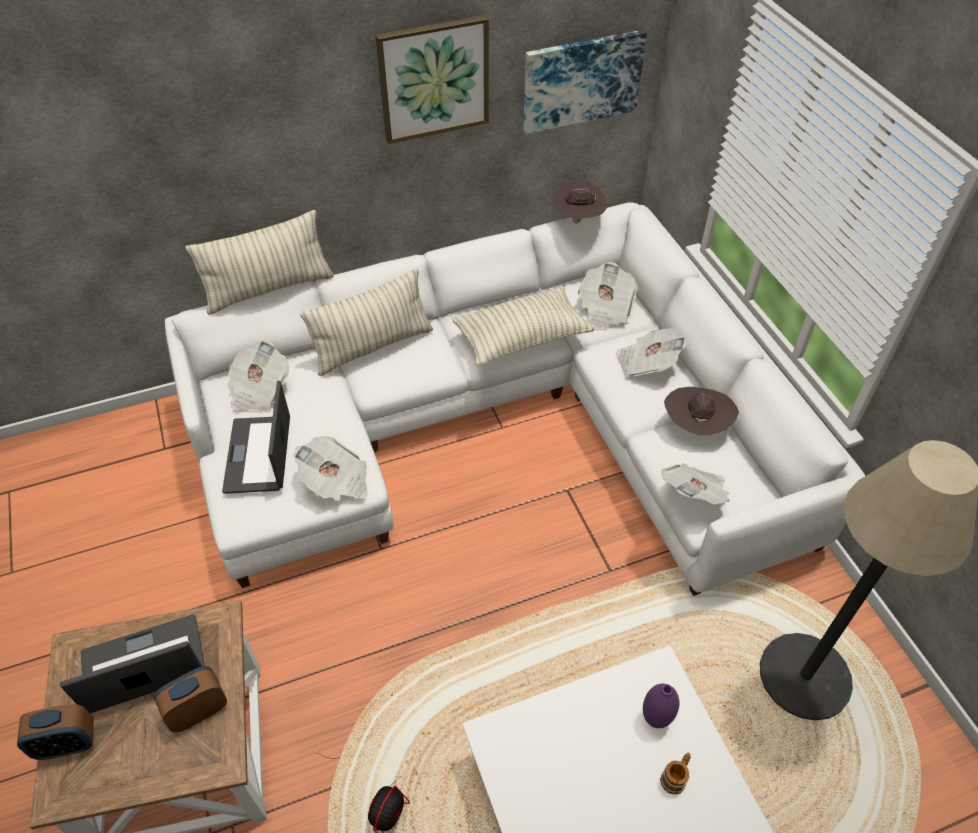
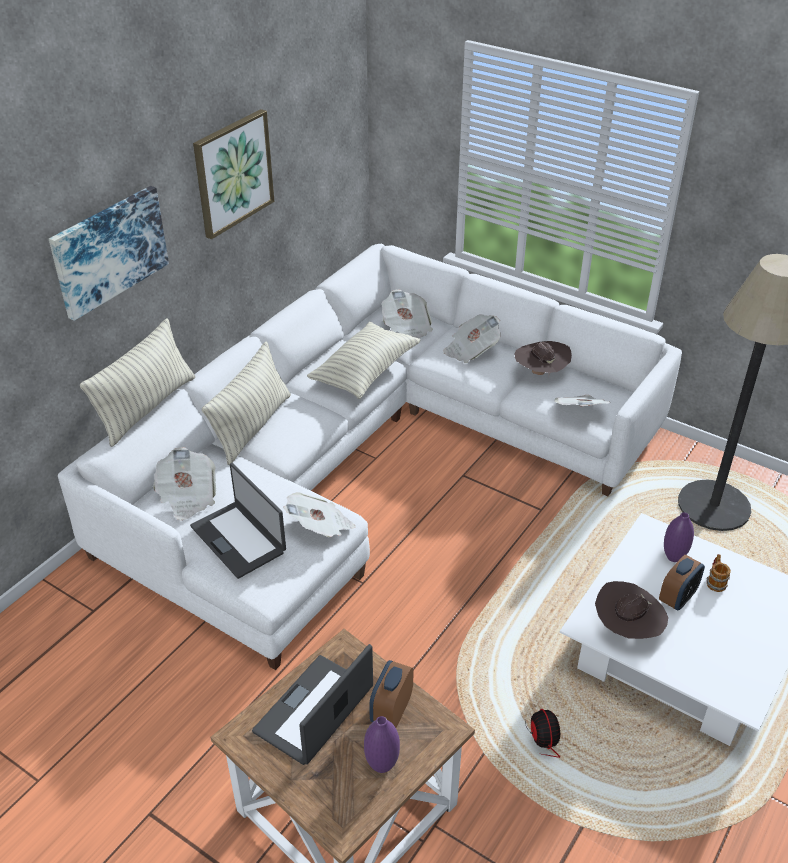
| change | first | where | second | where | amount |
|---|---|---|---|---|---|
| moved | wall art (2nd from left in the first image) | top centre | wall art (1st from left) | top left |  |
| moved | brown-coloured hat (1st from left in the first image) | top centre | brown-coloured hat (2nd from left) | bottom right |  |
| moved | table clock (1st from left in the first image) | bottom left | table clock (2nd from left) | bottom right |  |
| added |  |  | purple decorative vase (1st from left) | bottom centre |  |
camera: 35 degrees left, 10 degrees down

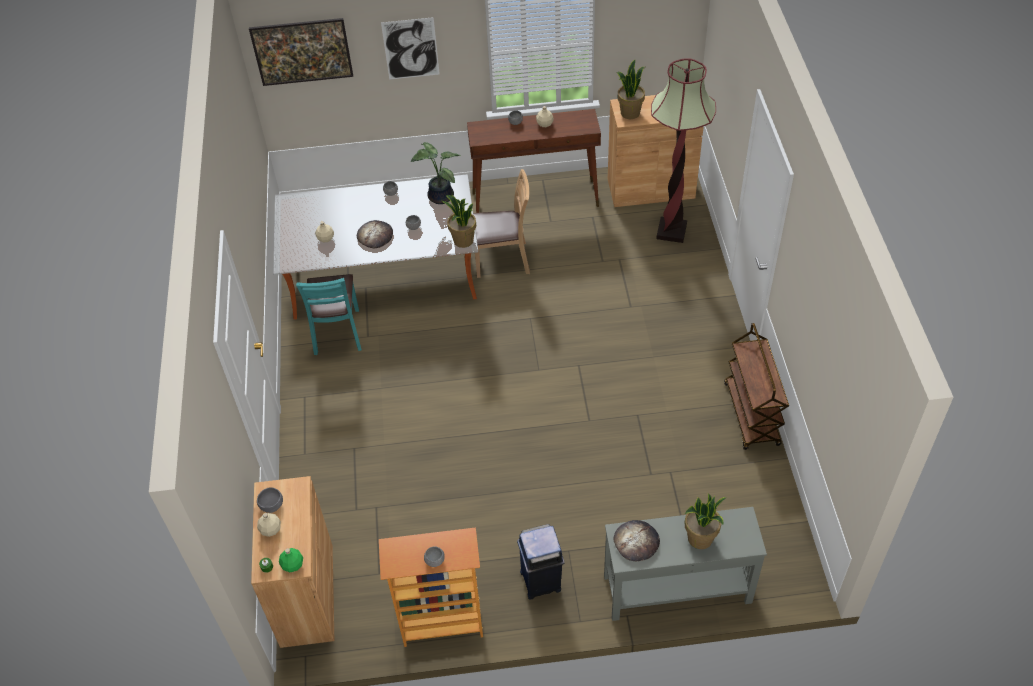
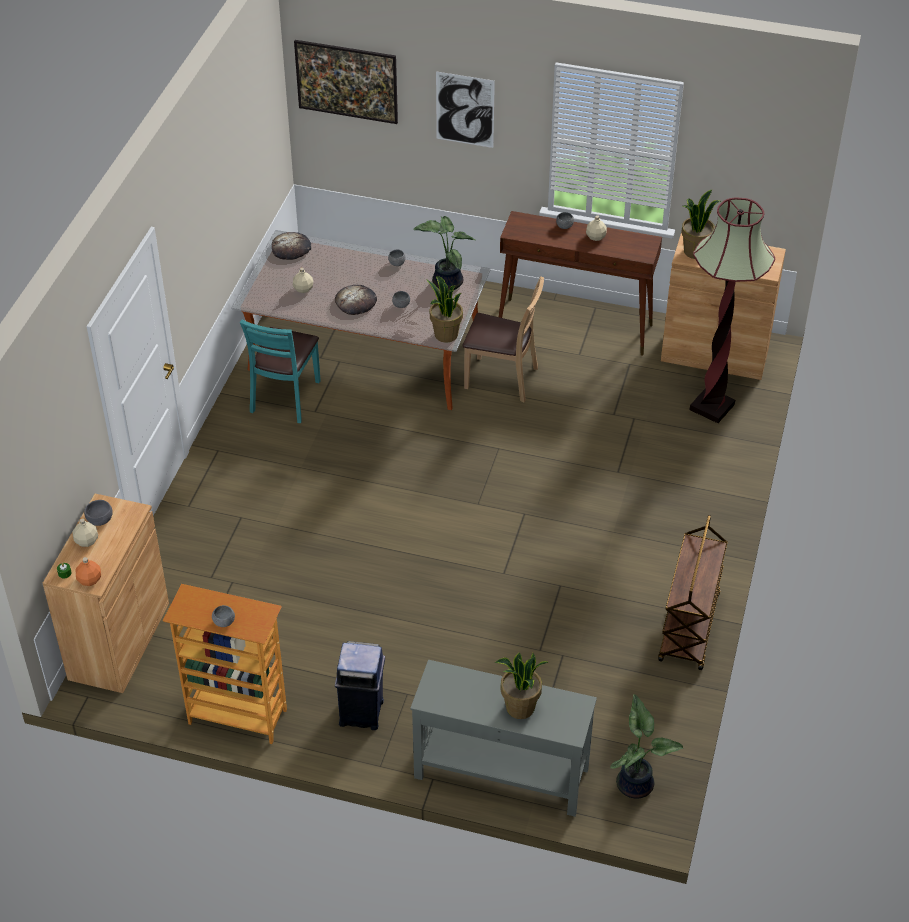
| change | first | where | second | where | amount |
|---|---|---|---|---|---|
| moved | bread (2nd from left in the first image) | bottom centre | bread (1st from left) | top left |  |
| recoloured | green bottle | bottom left | orange-coloured bottle | middle left |  |
| added |  |  | plant in a pot (4th from left) | bottom right |  |
camera: 20 degrees right, 5 degrees down

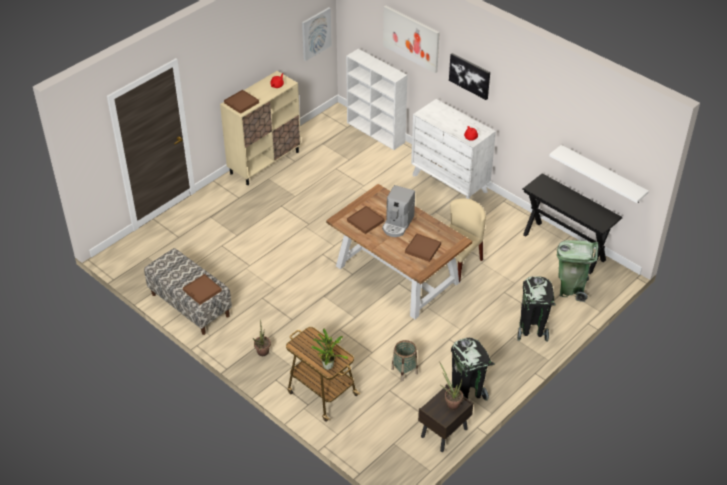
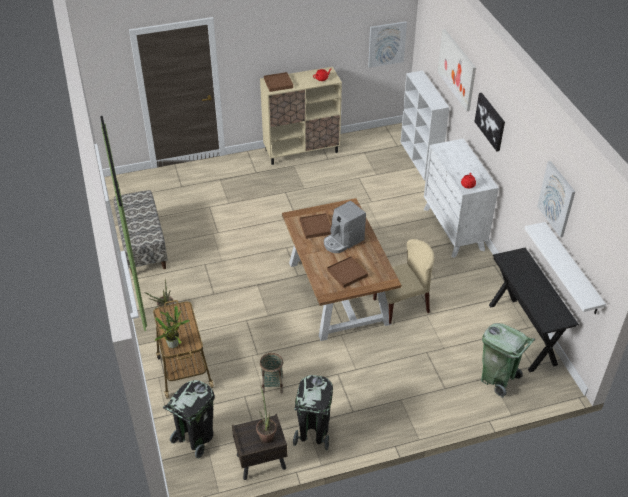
| change | first | where | second | where | amount |
|---|---|---|---|---|---|
| removed | brown-coloured serving tray (1st from left) | middle left |  |  |  |
| moved | blackish trash can (2nd from left in the first image) | middle right | blackish trash can (1st from left) | bottom left |  |
| added |  |  | wall art (4th from left) | middle right |  |
camera: 30 degrees right, 0 degrees up

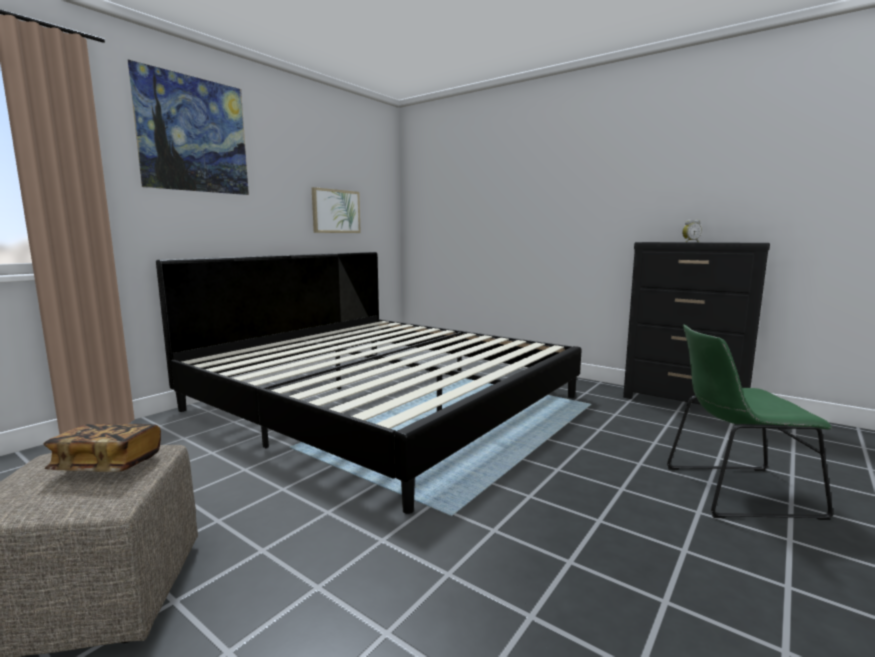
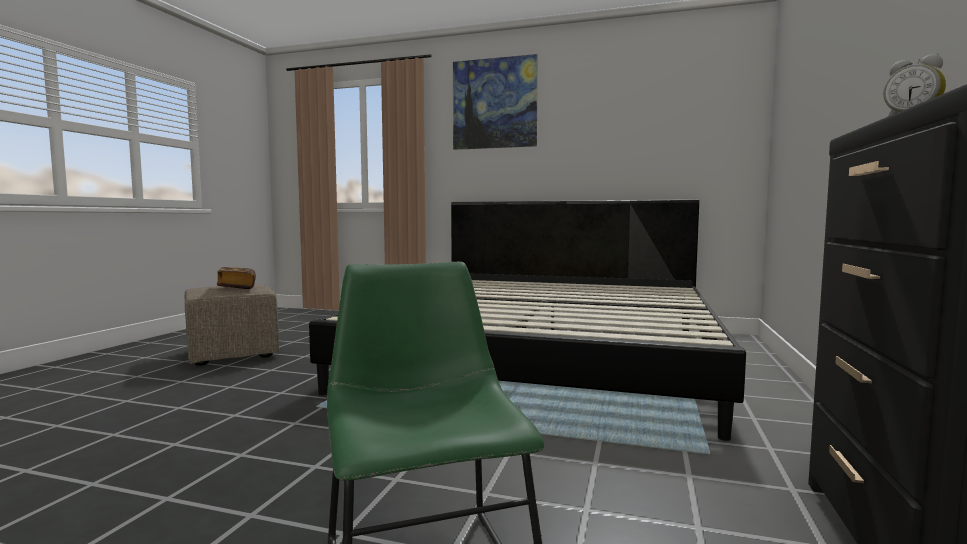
| change | first | where | second | where | amount |
|---|---|---|---|---|---|
| removed | wall art (2nd from left) | top centre |  |  |  |
camera: 70 degrees right, 5 degrees down

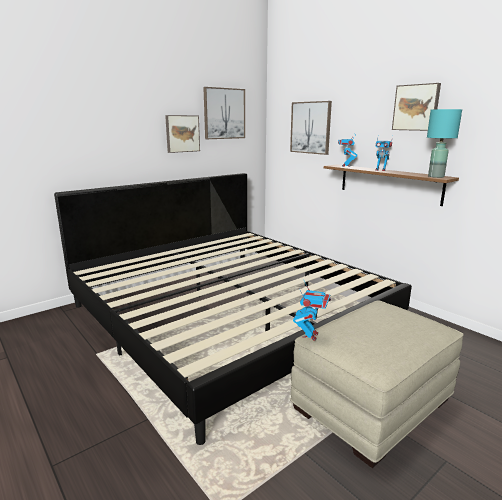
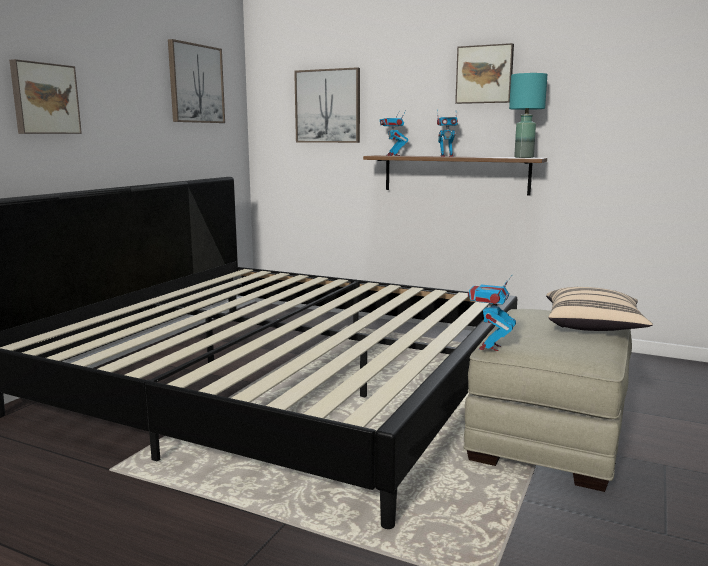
| change | first | where | second | where | amount |
|---|---|---|---|---|---|
| moved | wall art (1st from left) | top centre |  | top left |  |
| turned | toy robot (1st from left in the first image) | centre | toy robot (3rd from left) | middle right | 150 degrees counterclockwise |
| added |  |  | beige-coloured pillow | middle right |  |
camera: 25 degrees left, 5 degrees down

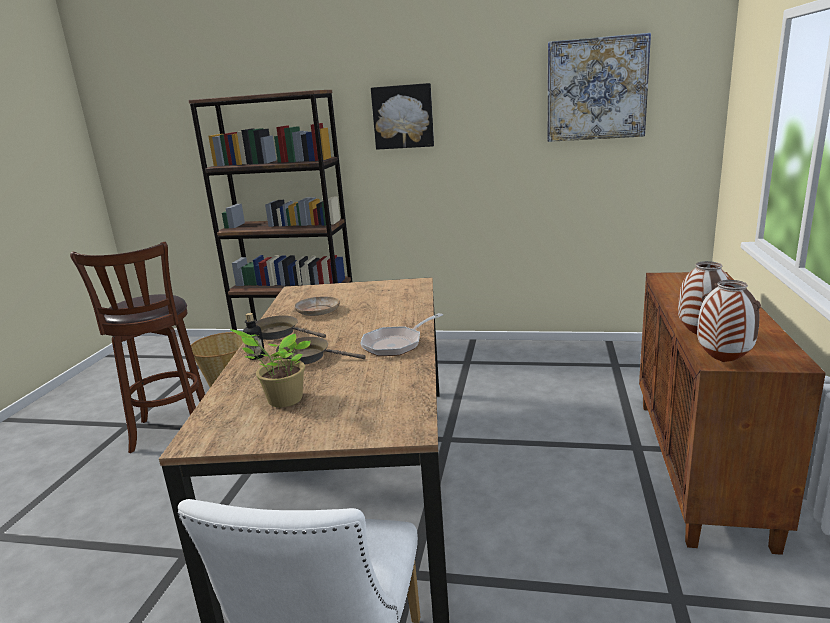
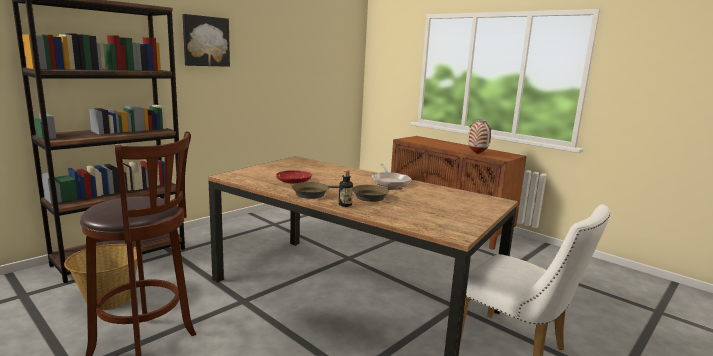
| change | first | where | second | where | amount |
|---|---|---|---|---|---|
| removed | wall art (2nd from left) | top right |  |  |  |
| removed | decorative vase (2nd from left) | middle right |  |  |  |
| recoloured | beige-coloured flat dish | centre | red-coloured flat dish | centre |  |
| removed | plant in a pot | middle left |  |  |  |
camera: 60 degrees left, 5 degrees down

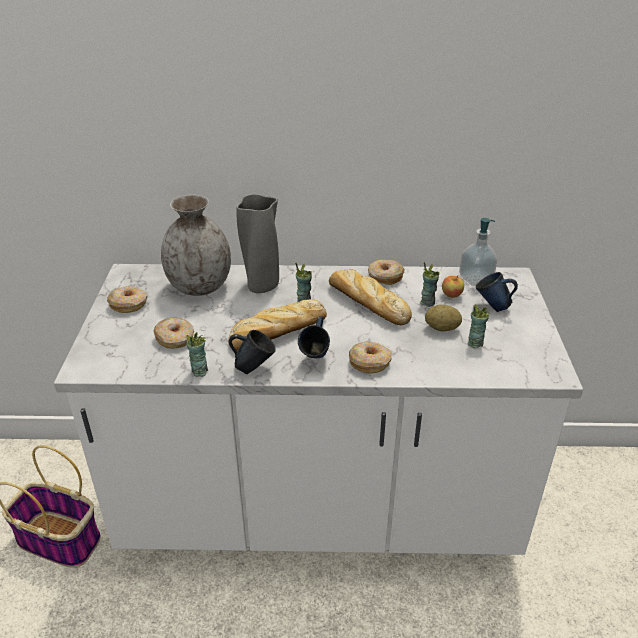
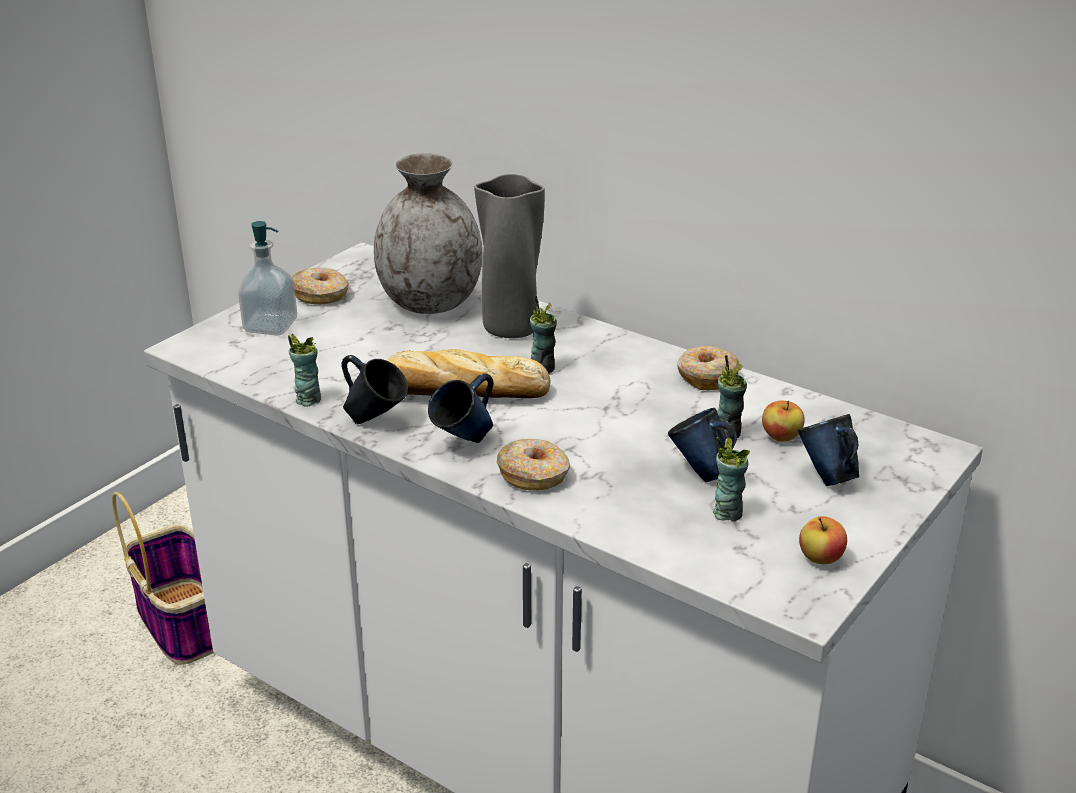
| change | first | where | second | where | amount |
|---|---|---|---|---|---|
| moved | soap dispenser | middle right |  | middle left |  |
| removed | bread (2nd from left) | centre |  |  |  |
| replaced | whole potato | middle right | blue-coloured mug (3rd from left) | centre |  |
| removed | doughnut (2nd from left) | middle left |  |  |  |
| added |  |  | apple fruit (2nd from left) | bottom right |  |
camera: 35 degrees right, 5 degrees down

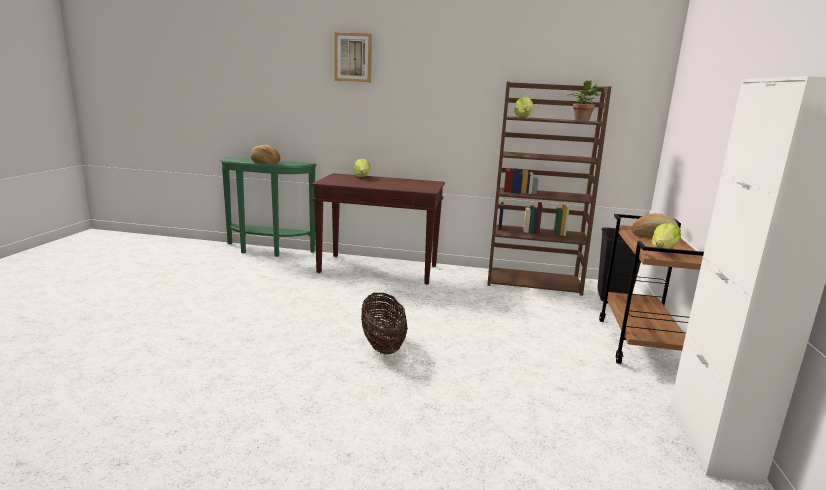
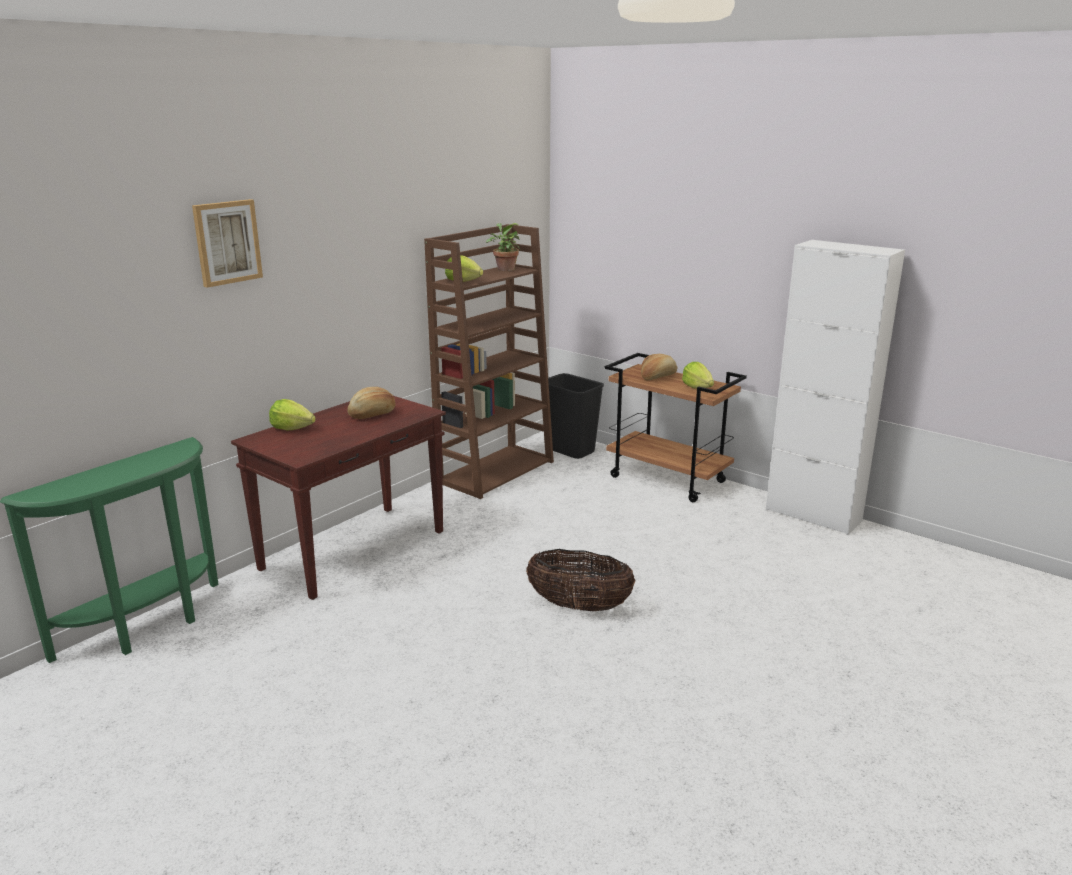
| change | first | where | second | where | amount |
|---|---|---|---|---|---|
| moved | bread (1st from left) | top left |  | centre |  |
camera: 60 degrees left, 5 degrees up

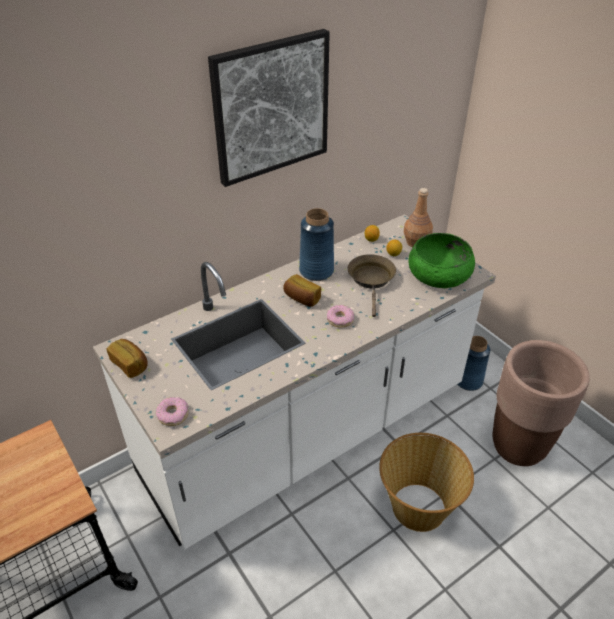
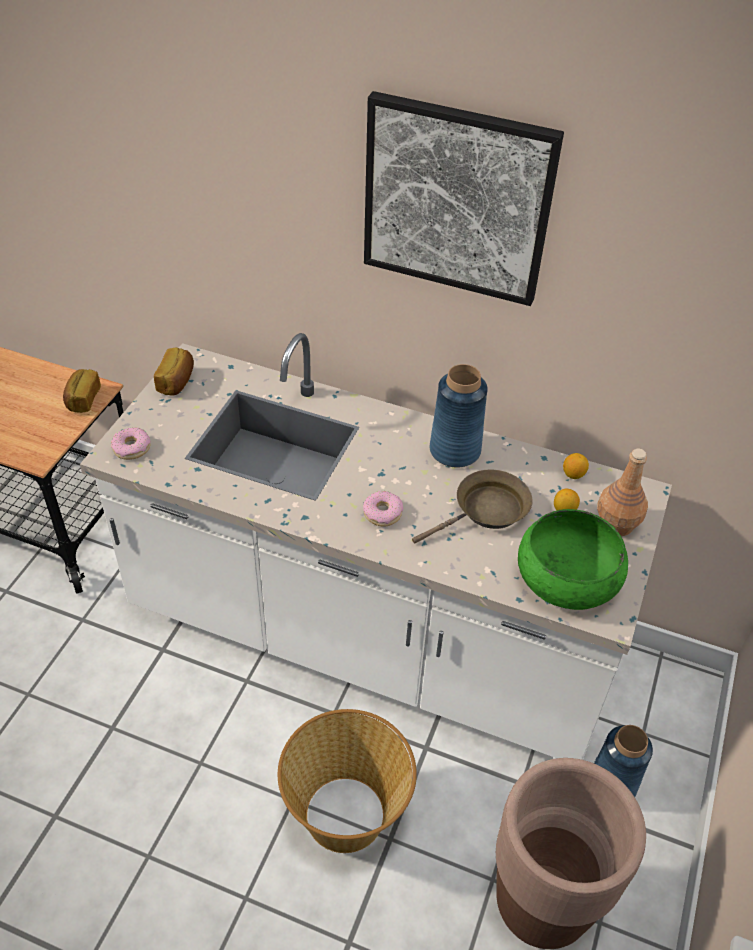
| change | first | where | second | where | amount |
|---|---|---|---|---|---|
| moved | bread (2nd from left in the first image) | centre | bread (1st from left) | middle left |  |
camera: 55 degrees right, 5 degrees up

